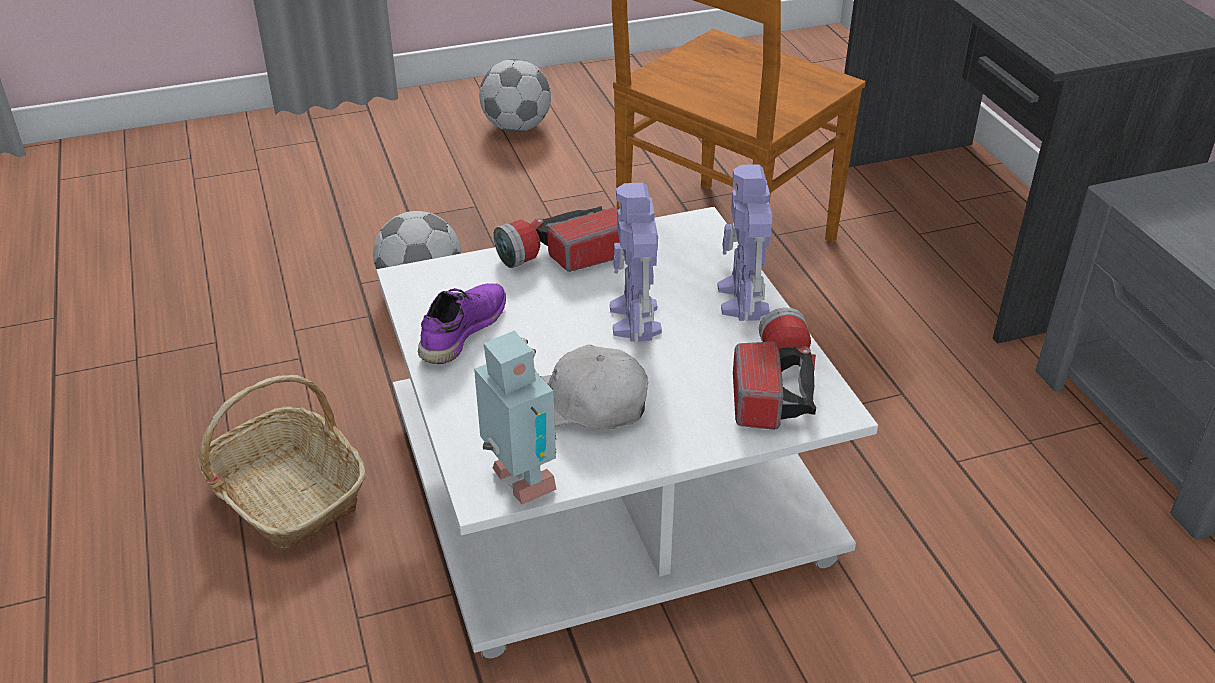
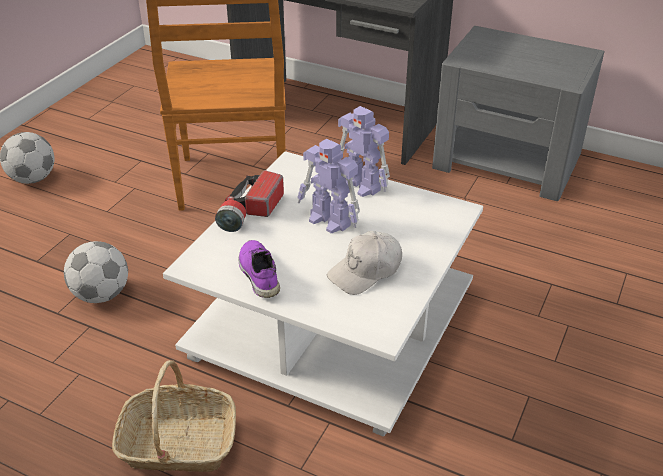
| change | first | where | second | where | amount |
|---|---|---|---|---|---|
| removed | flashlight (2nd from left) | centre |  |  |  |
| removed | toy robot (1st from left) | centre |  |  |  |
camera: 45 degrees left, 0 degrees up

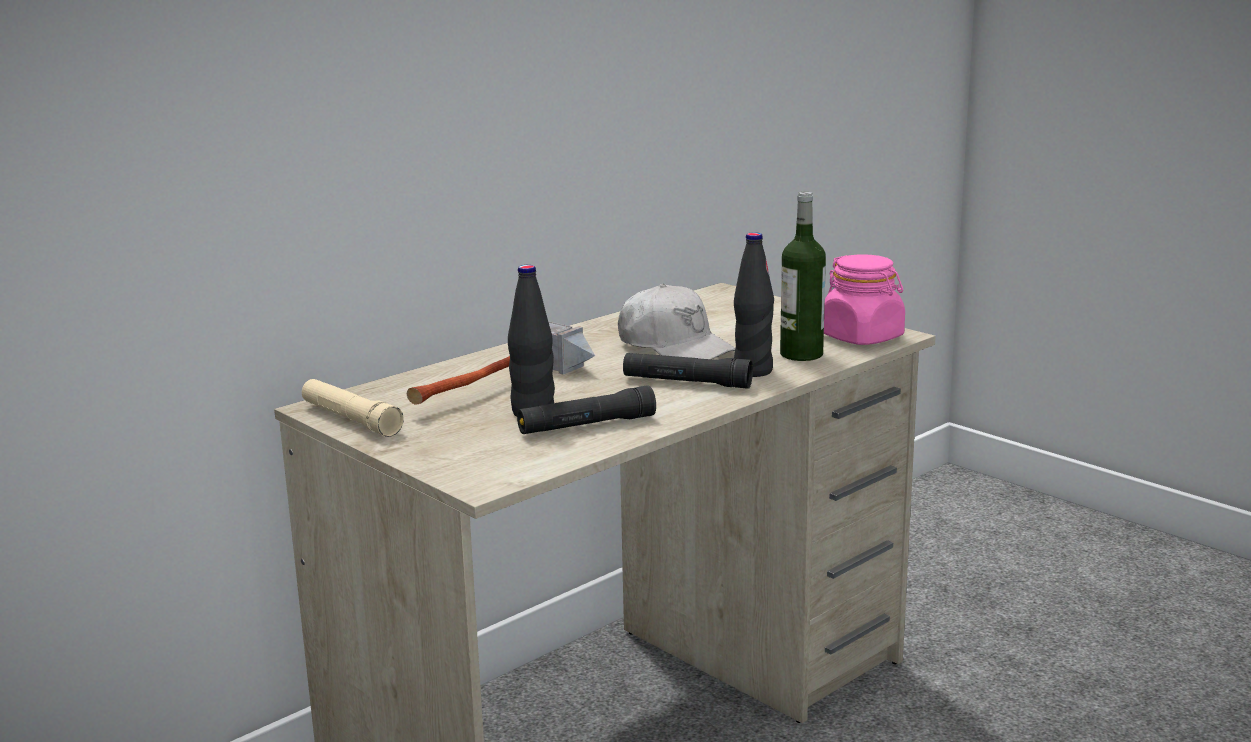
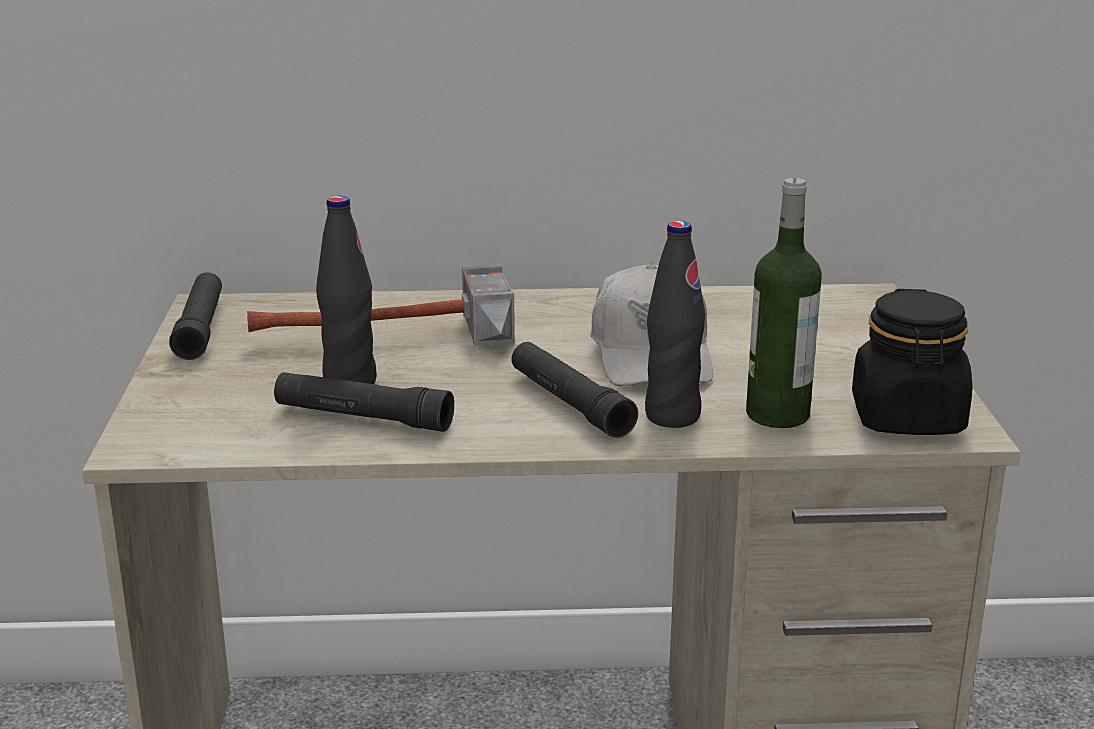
| change | first | where | second | where | amount |
|---|---|---|---|---|---|
| recoloured | pink-coloured storage jar | middle right | blackish storage jar | middle right |  |
| recoloured | beige-coloured flashlight | middle left | blackish flashlight (1st from left) | middle left |  |
camera: 40 degrees right, 5 degrees up

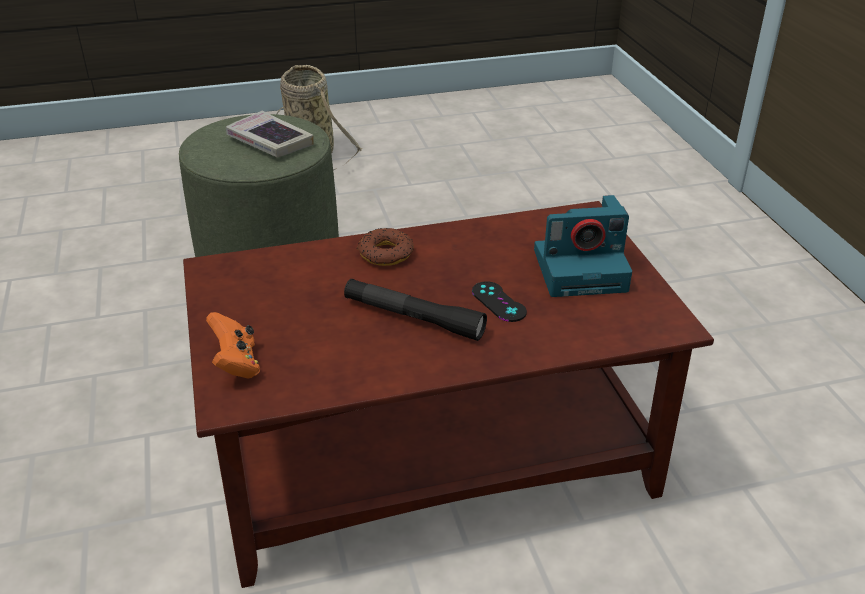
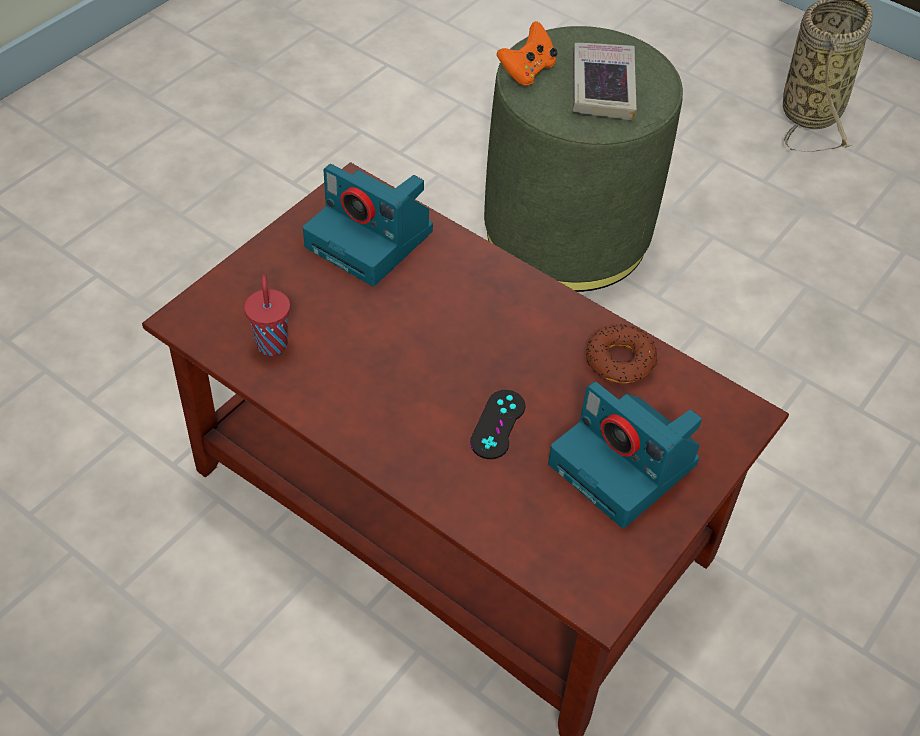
| change | first | where | second | where | amount |
|---|---|---|---|---|---|
| moved | doughnut | centre |  | middle right |  |
| removed | blackish flashlight | centre |  |  |  |
| moved | orange-coloured game controller | middle left |  | top centre |  |
| added |  |  | photo camera (1st from left) | top centre |  |
| added |  |  | red-coloured drinking cup | middle left |  |
camera: 50 degrees right, 15 degrees up

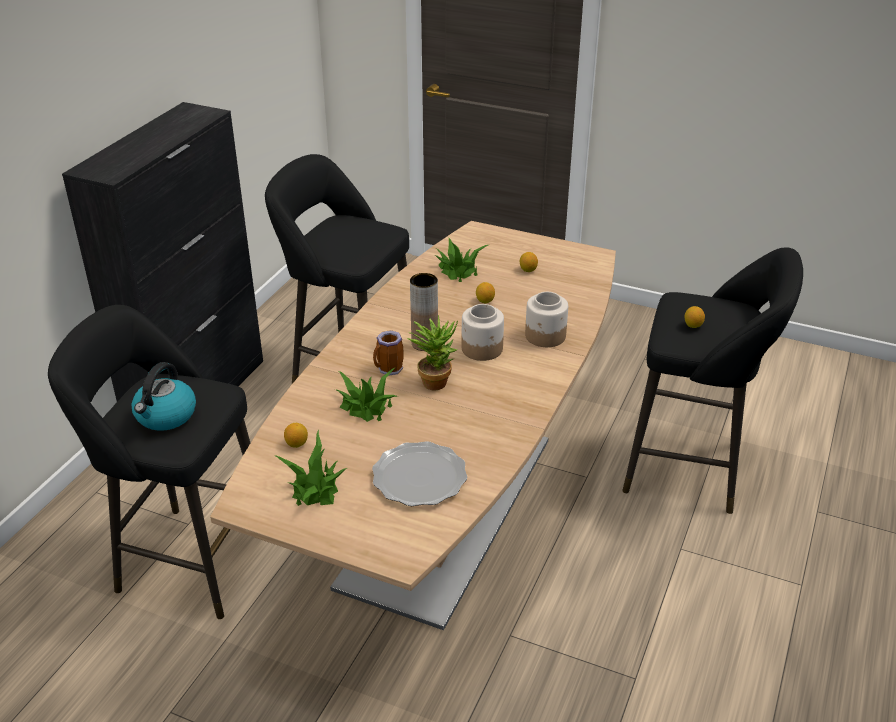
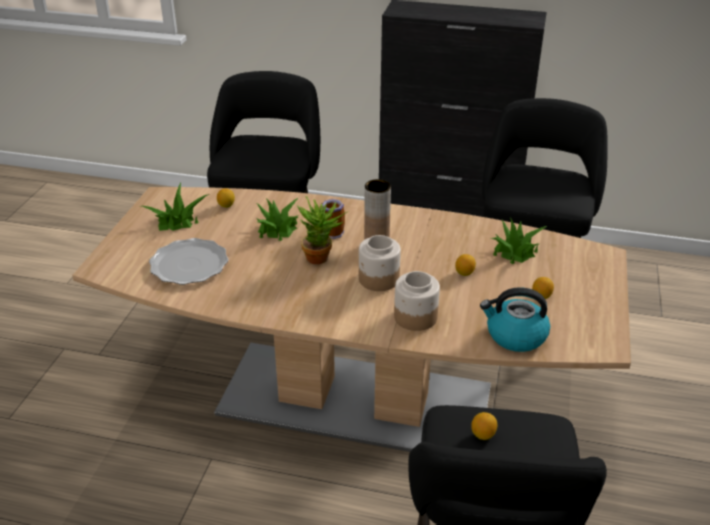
| change | first | where | second | where | amount |
|---|---|---|---|---|---|
| moved | kettle | middle left |  | middle right |  |
camera: 80 degrees right, 0 degrees up

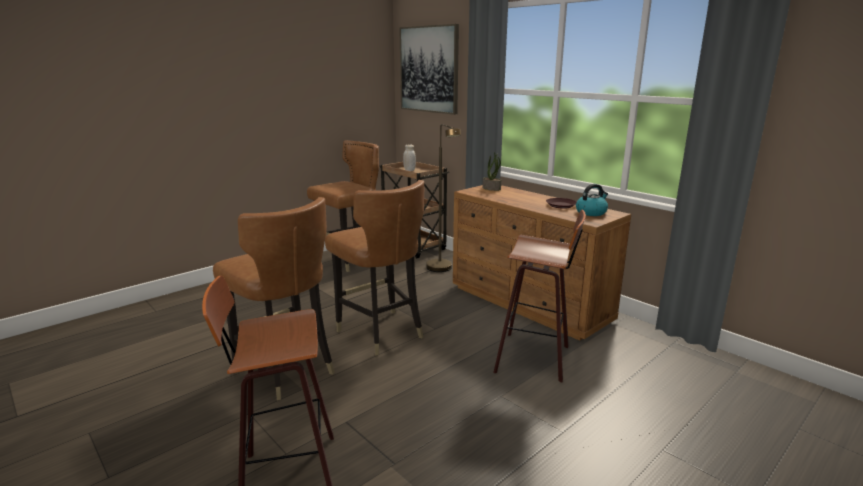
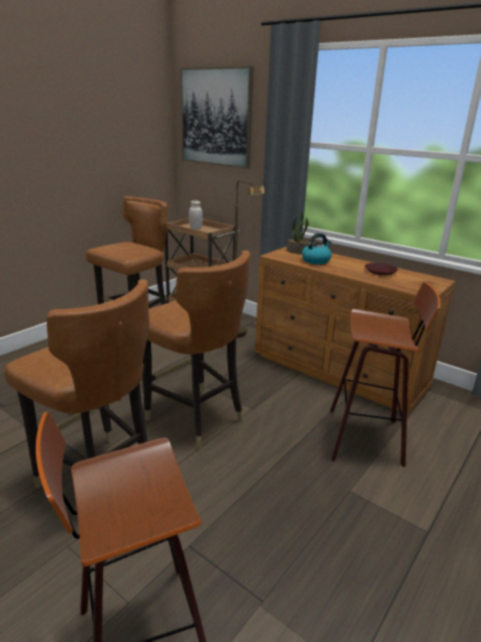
| change | first | where | second | where | amount |
|---|---|---|---|---|---|
| moved | kettle | middle right |  | centre |  |
camera: 10 degrees left, 5 degrees up

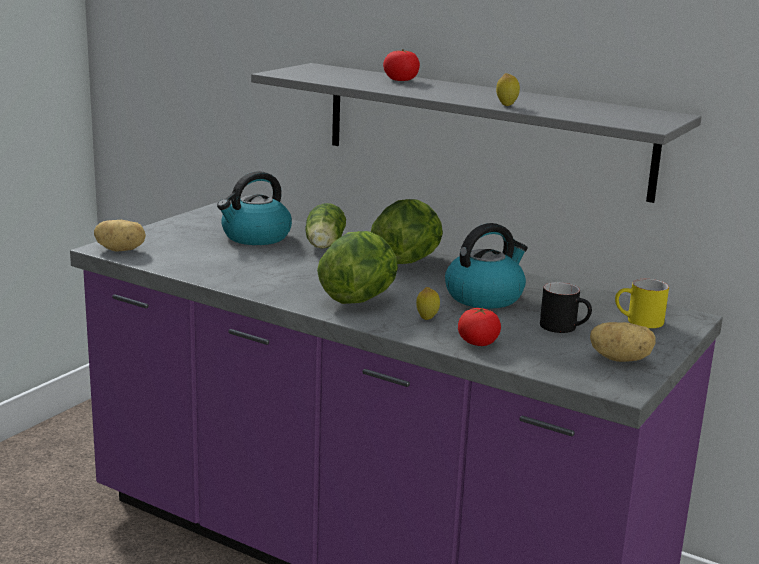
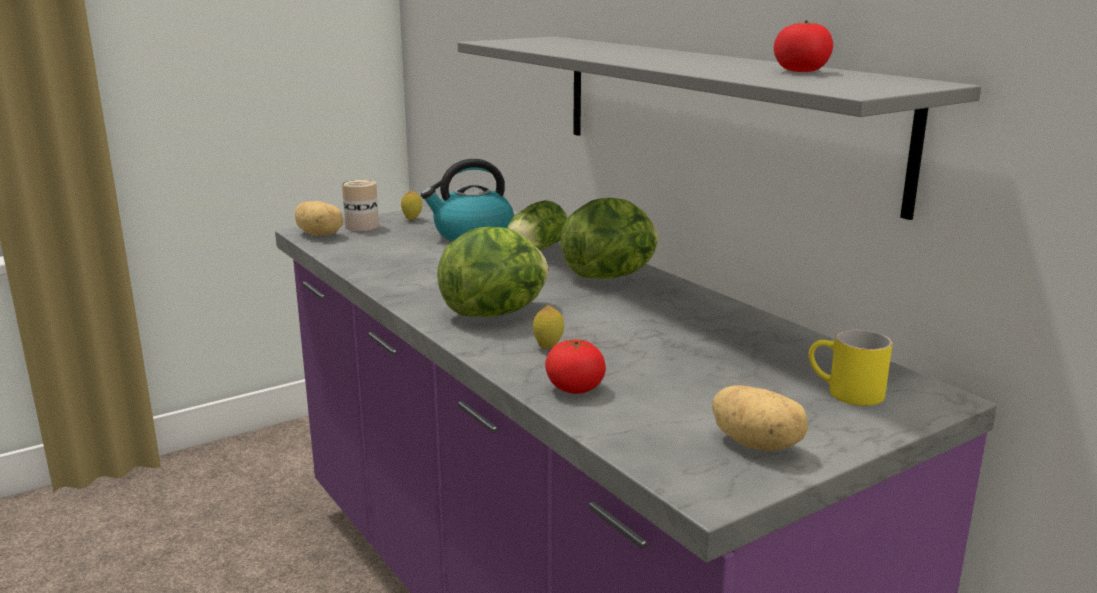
| change | first | where | second | where | amount |
|---|---|---|---|---|---|
| moved | tomato (1st from left in the first image) | top centre | tomato (2nd from left) | top right |  |
| moved | whole lemon (2nd from left in the first image) | top right | whole lemon (1st from left) | centre |  |
| removed | kettle (2nd from left) | centre |  |  |  |
| removed | blackish mug | middle right |  |  |  |
| added |  |  | can | middle left |  |
camera: 25 degrees right, 0 degrees up

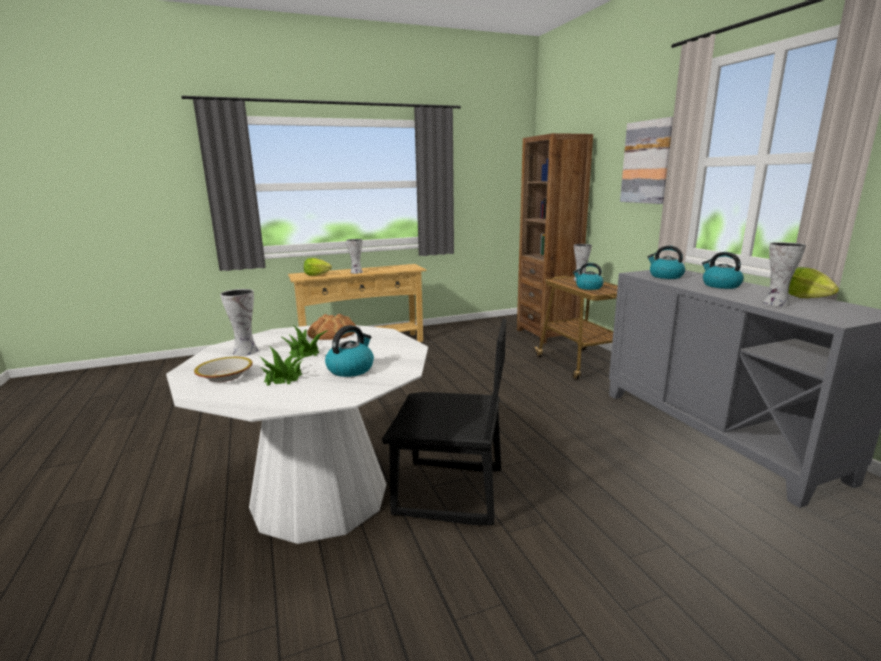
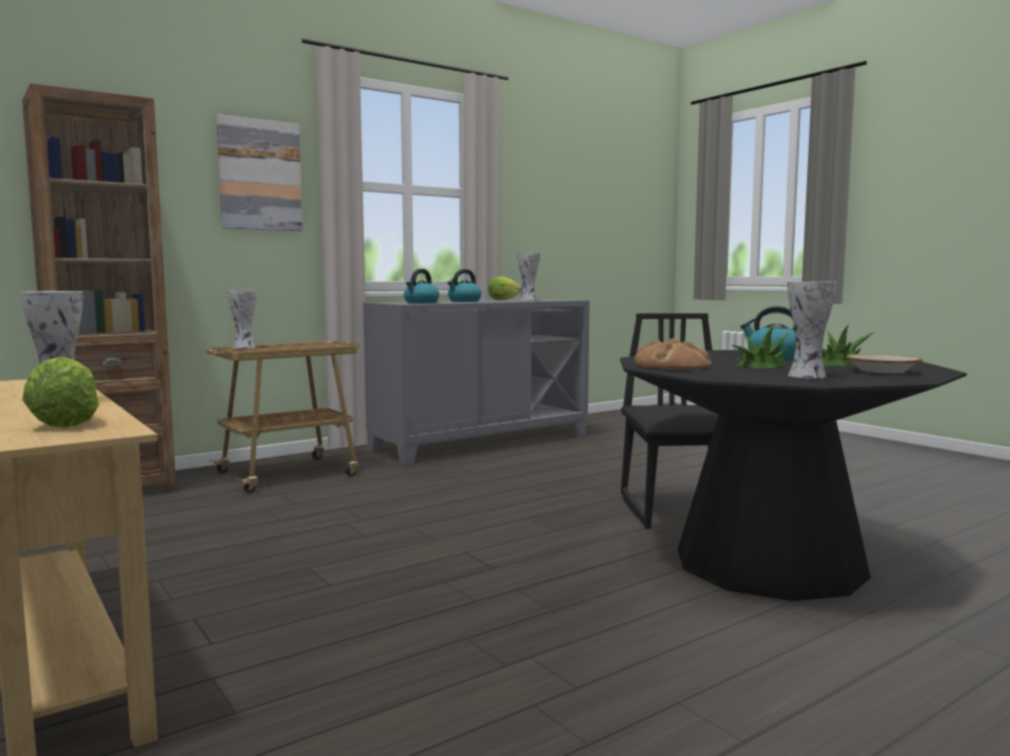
| change | first | where | second | where | amount |
|---|---|---|---|---|---|
| removed | kettle (2nd from left) | middle right |  |  |  |
| recoloured | white-coloured dinner table | centre | blackish dinner table | middle right |  |
camera: 105 degrees left, 10 degrees down

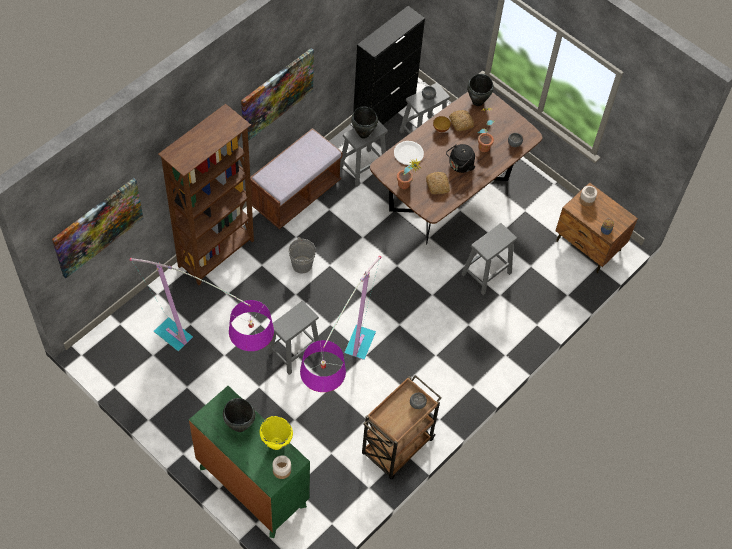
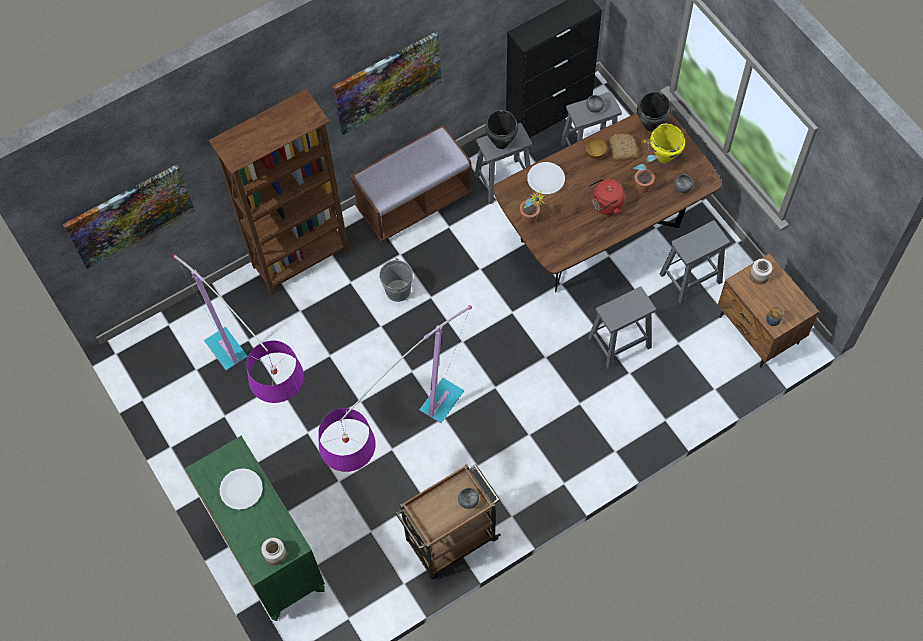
| change | first | where | second | where | amount |
|---|---|---|---|---|---|
| recoloured | blackish kettle | top centre | red-coloured kettle | top centre |  |
| removed | bread (1st from left) | centre |  |  |  |
| moved | greyish sitting stool (1st from left in the first image) | centre | greyish sitting stool (4th from left) | middle right |  |
| replaced | blackish saucepot (1st from left) | bottom left | white-coloured flat dish (1st from left) | bottom left |  |
| moved | yellow saucepot | bottom centre |  | top right |  |
camera: 20 degrees right, 5 degrees up

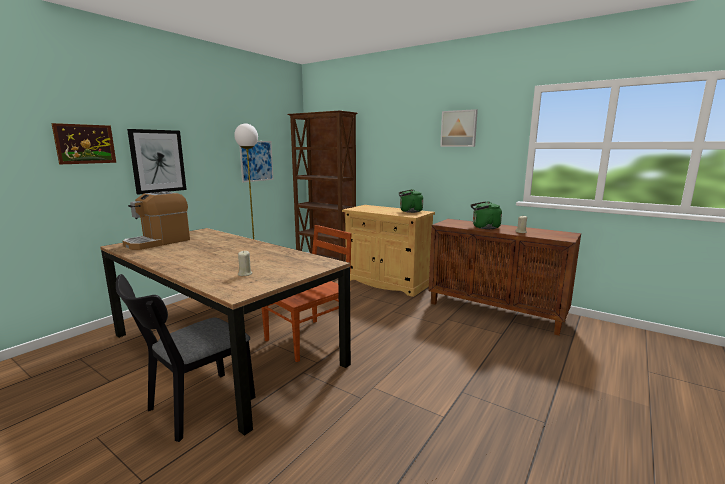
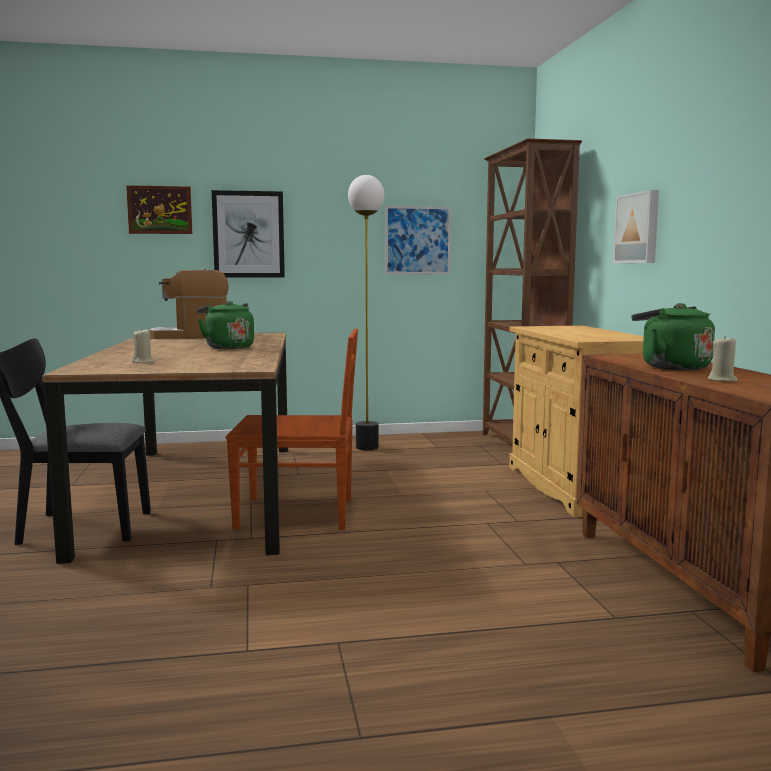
| change | first | where | second | where | amount |
|---|---|---|---|---|---|
| moved | wall art (4th from left) | top centre |  | top right |  |
| moved | green kettle (1st from left) | centre |  | middle left |  |
camera: 45 degrees right, 5 degrees down

